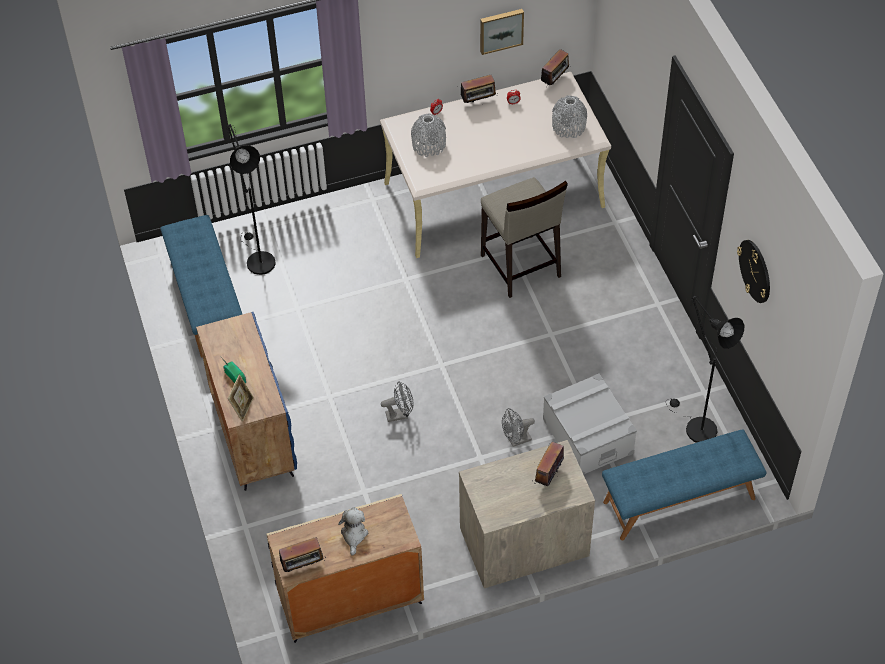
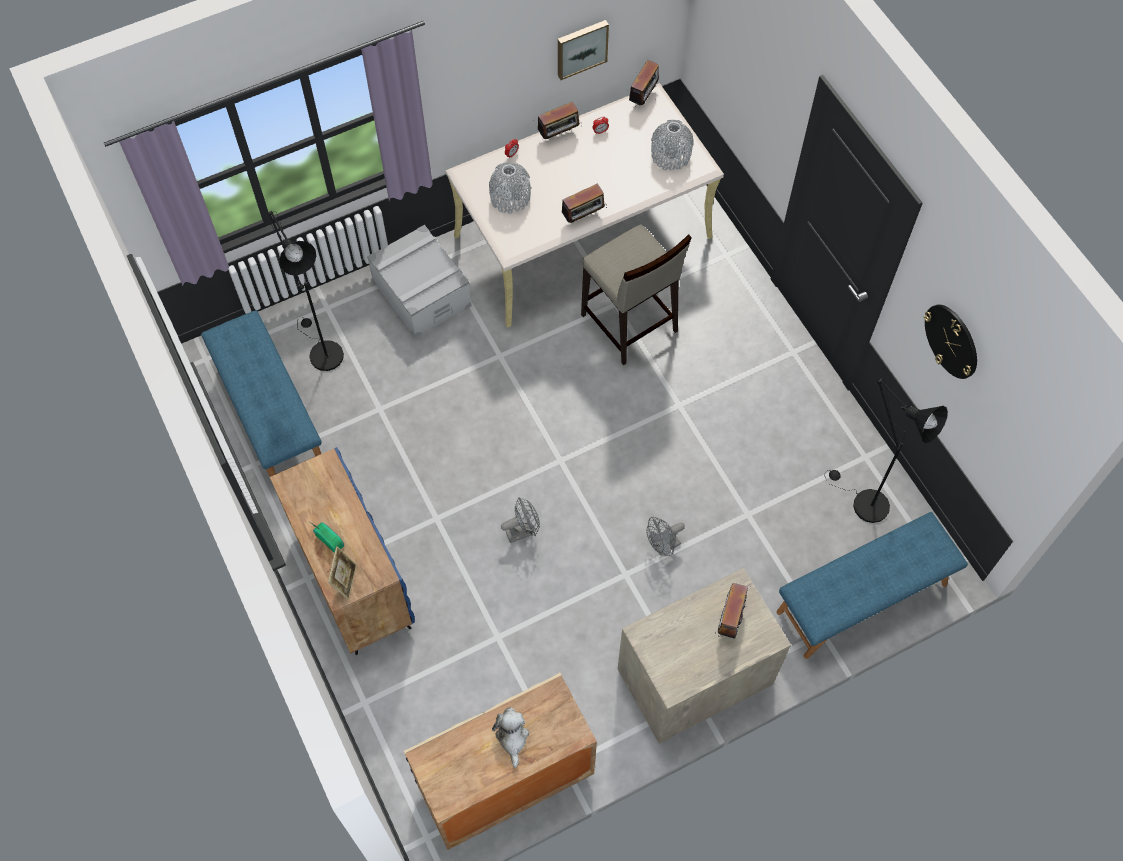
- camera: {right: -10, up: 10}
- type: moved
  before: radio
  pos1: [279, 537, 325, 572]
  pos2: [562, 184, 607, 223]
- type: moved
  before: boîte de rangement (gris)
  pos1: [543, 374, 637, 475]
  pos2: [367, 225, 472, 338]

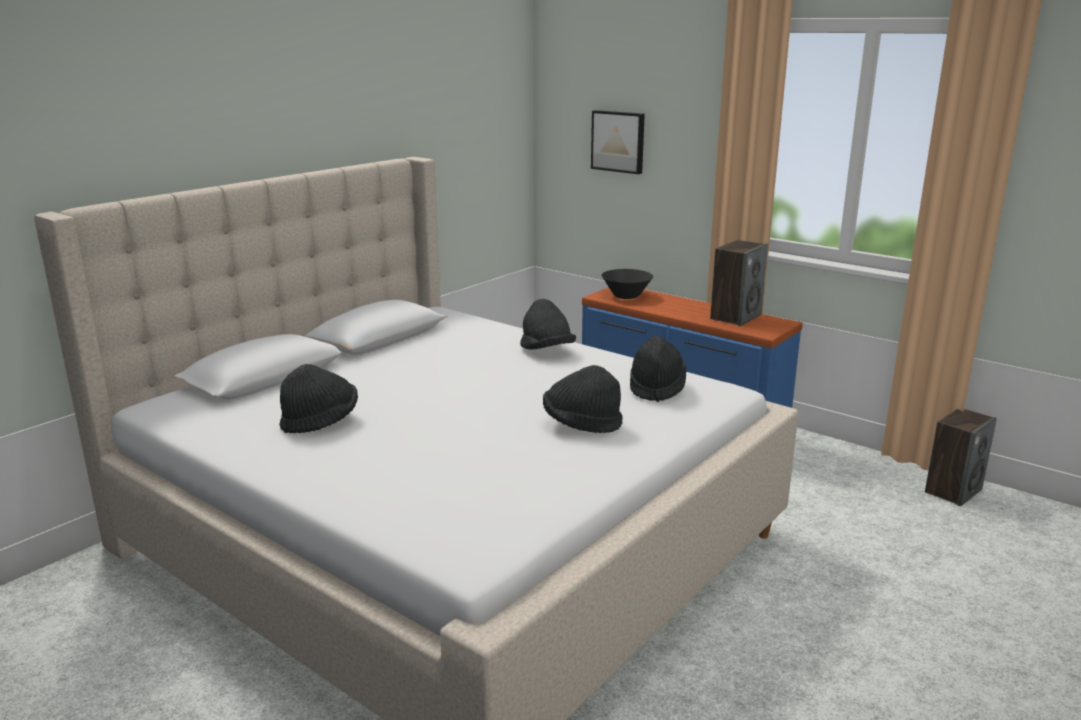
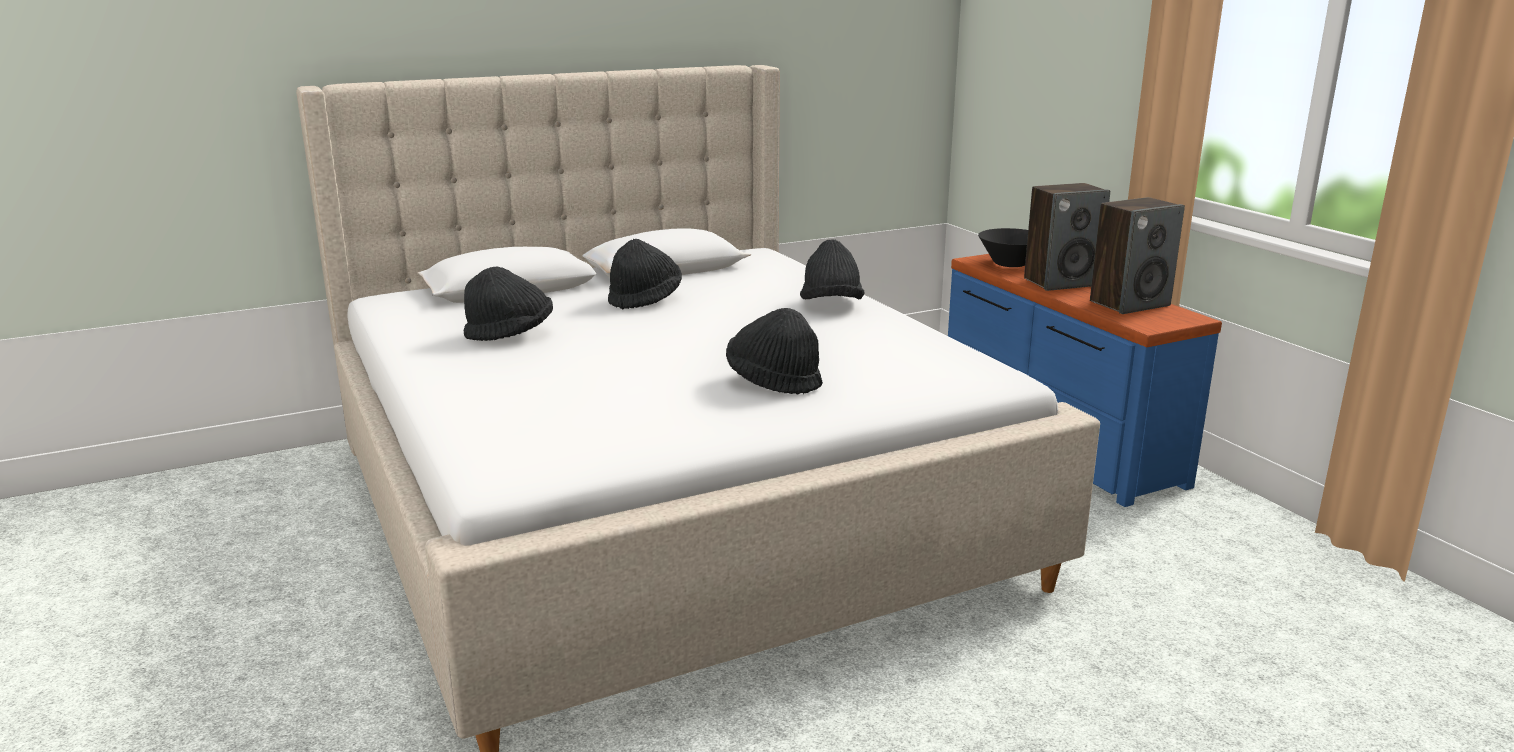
- camera: {right: 25, up: 0}
- type: removed
  before: tableau
  pos1: [591, 110, 645, 174]
- type: moved
  before: chapeau (noir)
  pos1: [630, 336, 686, 402]
  pos2: [608, 239, 682, 310]
- type: moved
  before: enceinte
  pos1: [925, 409, 997, 506]
  pos2: [1024, 183, 1110, 291]

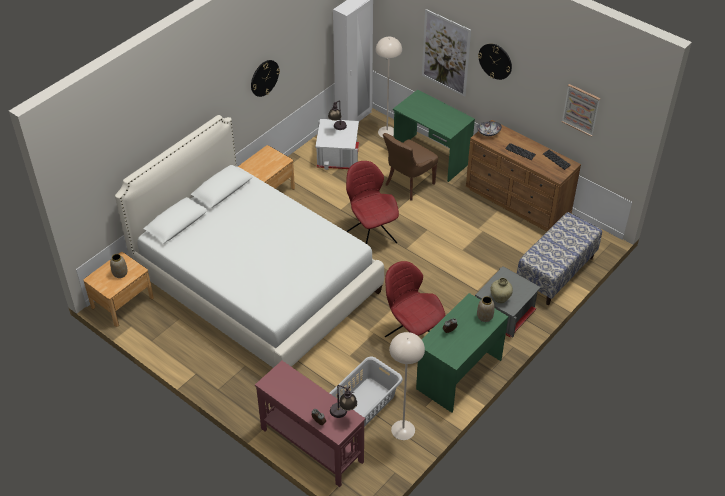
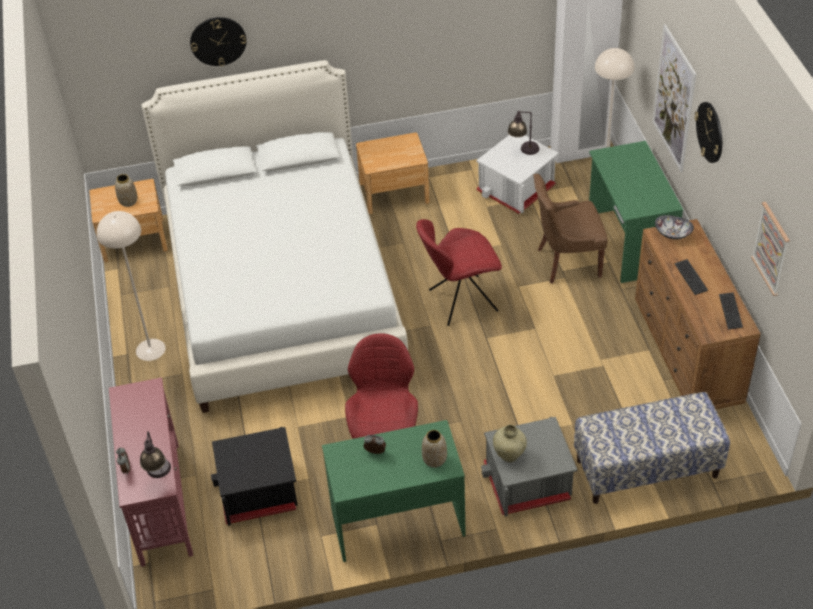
- camera: {right: 40, up: 0}
- type: moved
  before: horloge murale
  pos1: [251, 60, 280, 97]
  pos2: [190, 17, 247, 66]
- type: replaced
  before: panier à linge (gris)
  after: boîte de rangement (noir)
  pos1: [330, 357, 403, 427]
  pos2: [211, 427, 298, 526]
- type: turned
  before: chaise (rouge)
  pos1: [346, 161, 399, 244]
  pos2: [416, 219, 502, 326]
  turn: -120
- type: moved
  before: lampadaire (beige)
  pos1: [389, 332, 425, 440]
  pos2: [97, 211, 166, 361]

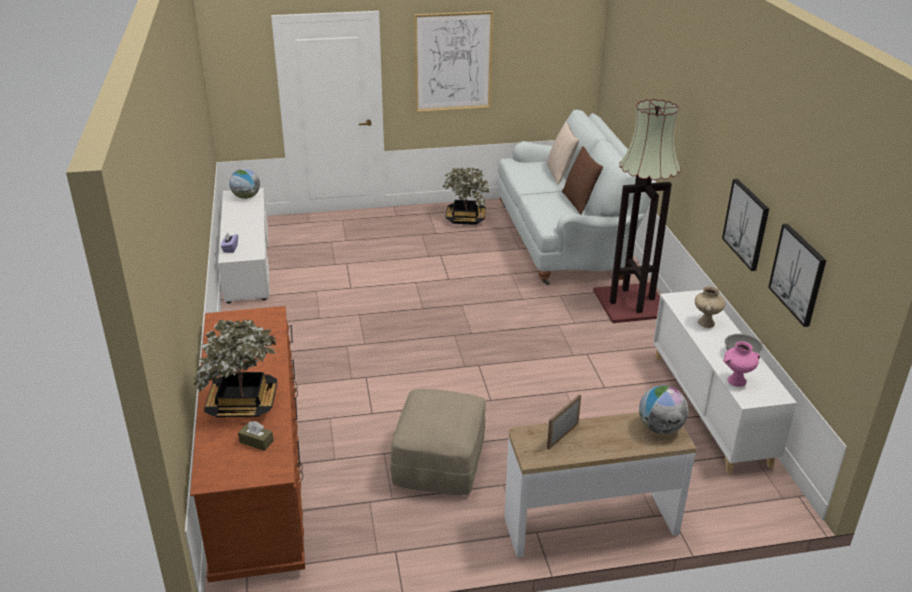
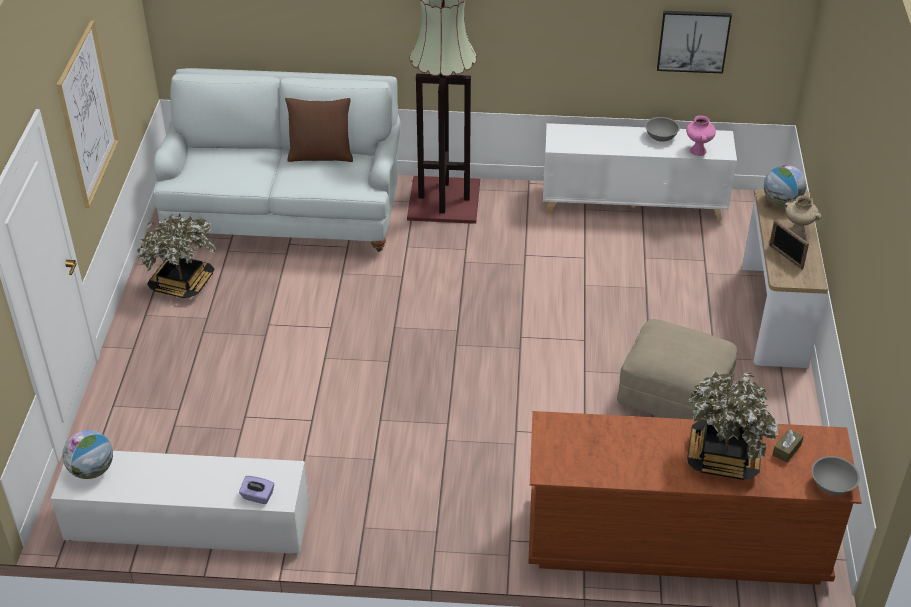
- camera: {right: -75, up: 10}
- type: removed
  before: coussin (beige)
  pos1: [547, 121, 579, 185]
- type: moved
  before: vase (beige)
  pos1: [695, 286, 725, 328]
  pos2: [784, 196, 822, 238]
- type: removed
  before: tableau
  pos1: [722, 179, 769, 271]
- type: added
  after: bol (gris)
  pos2: [811, 456, 860, 495]

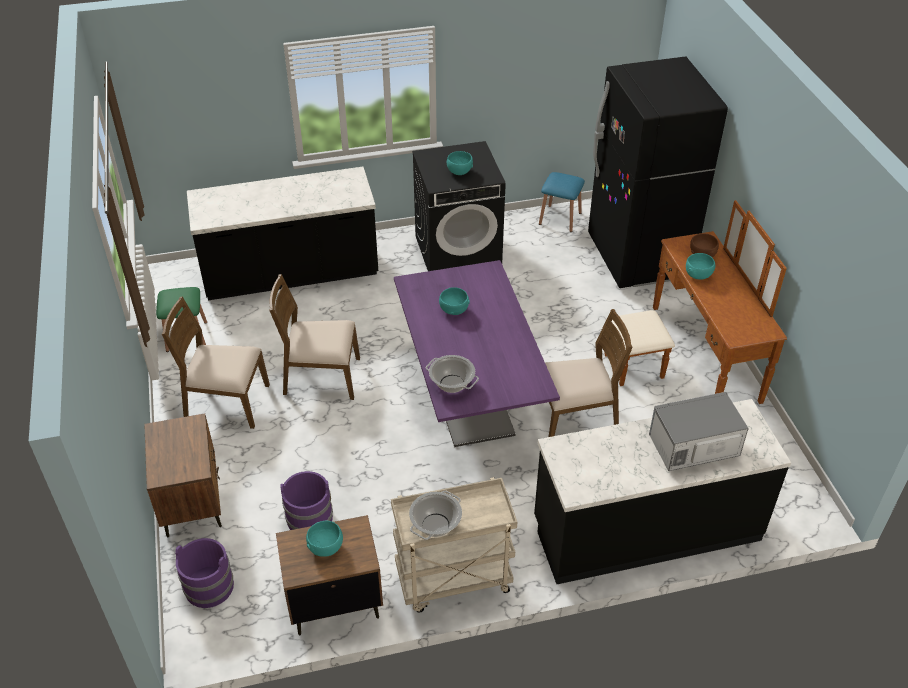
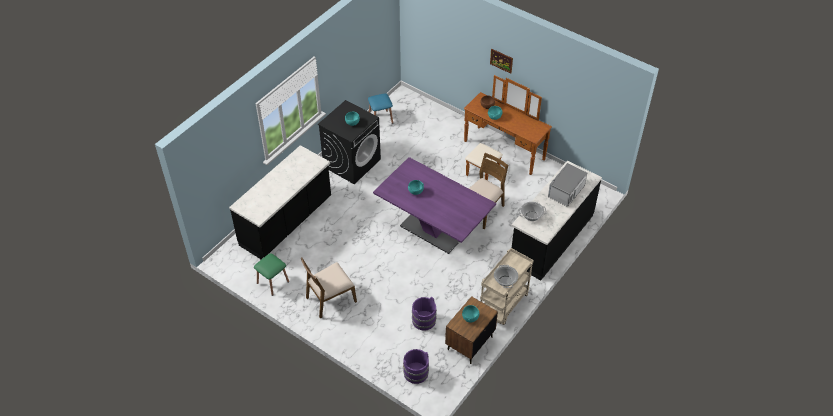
- camera: {right: -40, up: 5}
- type: removed
  before: table de chevet (marron)
  pos1: [144, 413, 222, 537]
- type: removed
  before: chaise (marron)
  pos1: [269, 274, 360, 400]
- type: moved
  before: marmite
  pos1: [426, 355, 479, 393]
  pos2: [518, 202, 547, 221]
- type: removed
  before: réfrigérateur (noir)
  pos1: [588, 56, 728, 288]
- type: added
  after: tableau
  pos2: [490, 49, 513, 74]

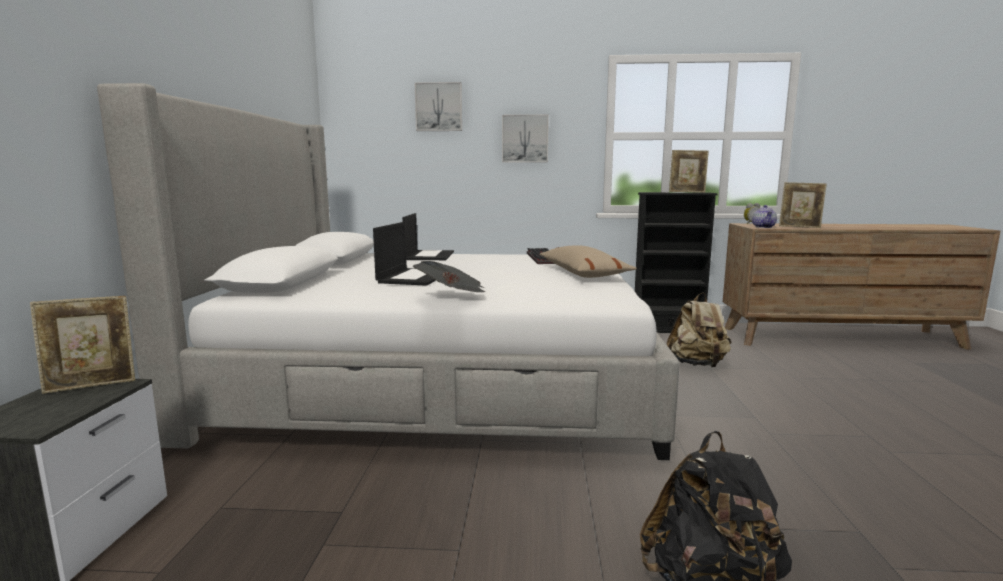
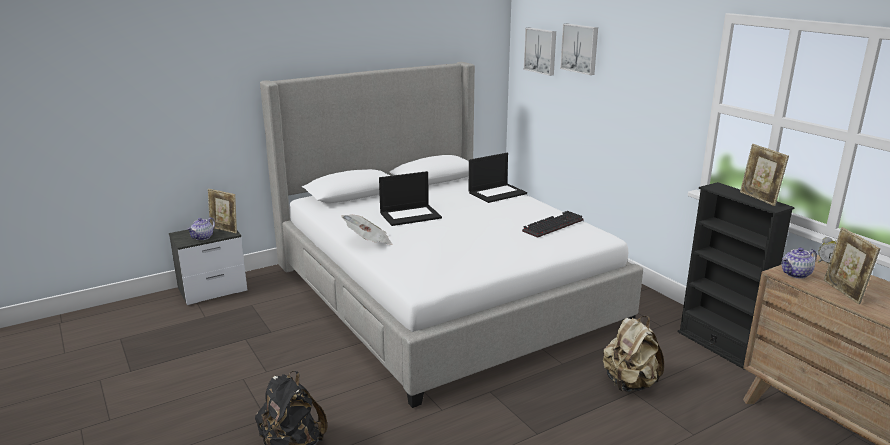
- camera: {right: 55, up: 10}
- type: moved
  before: tableau
  pos1: [502, 114, 549, 163]
  pos2: [524, 27, 556, 76]
- type: removed
  before: coussin (beige)
  pos1: [540, 245, 637, 278]
- type: added
  after: théière
  pos2: [187, 217, 215, 240]

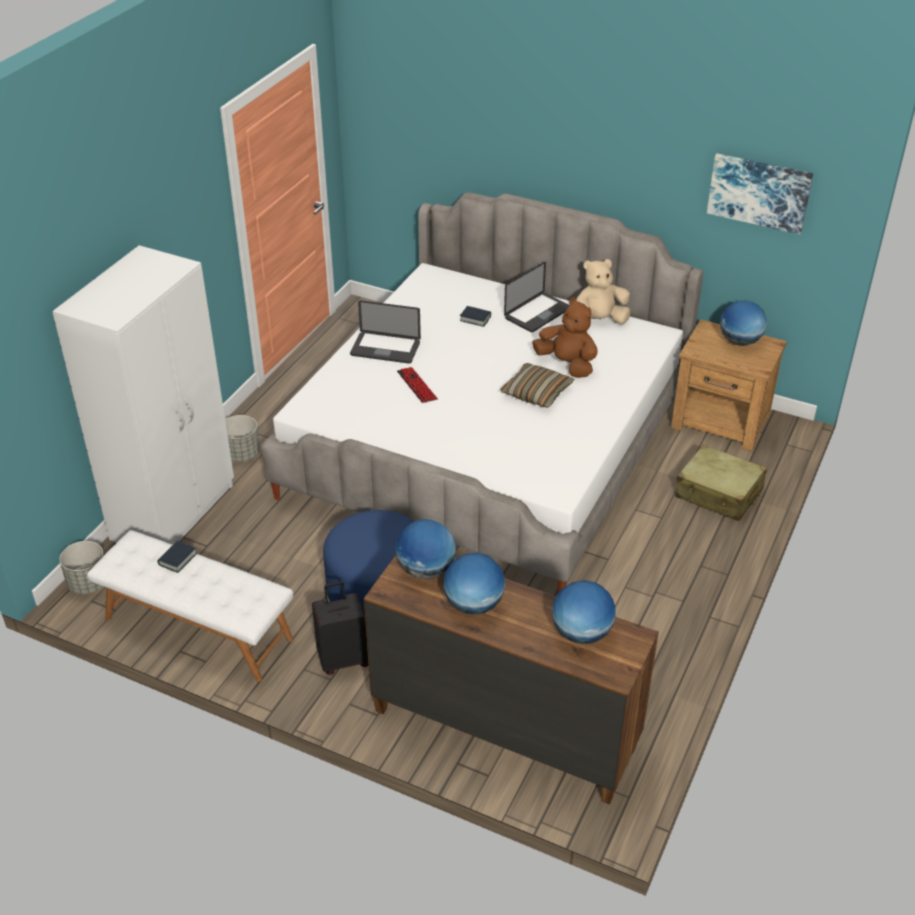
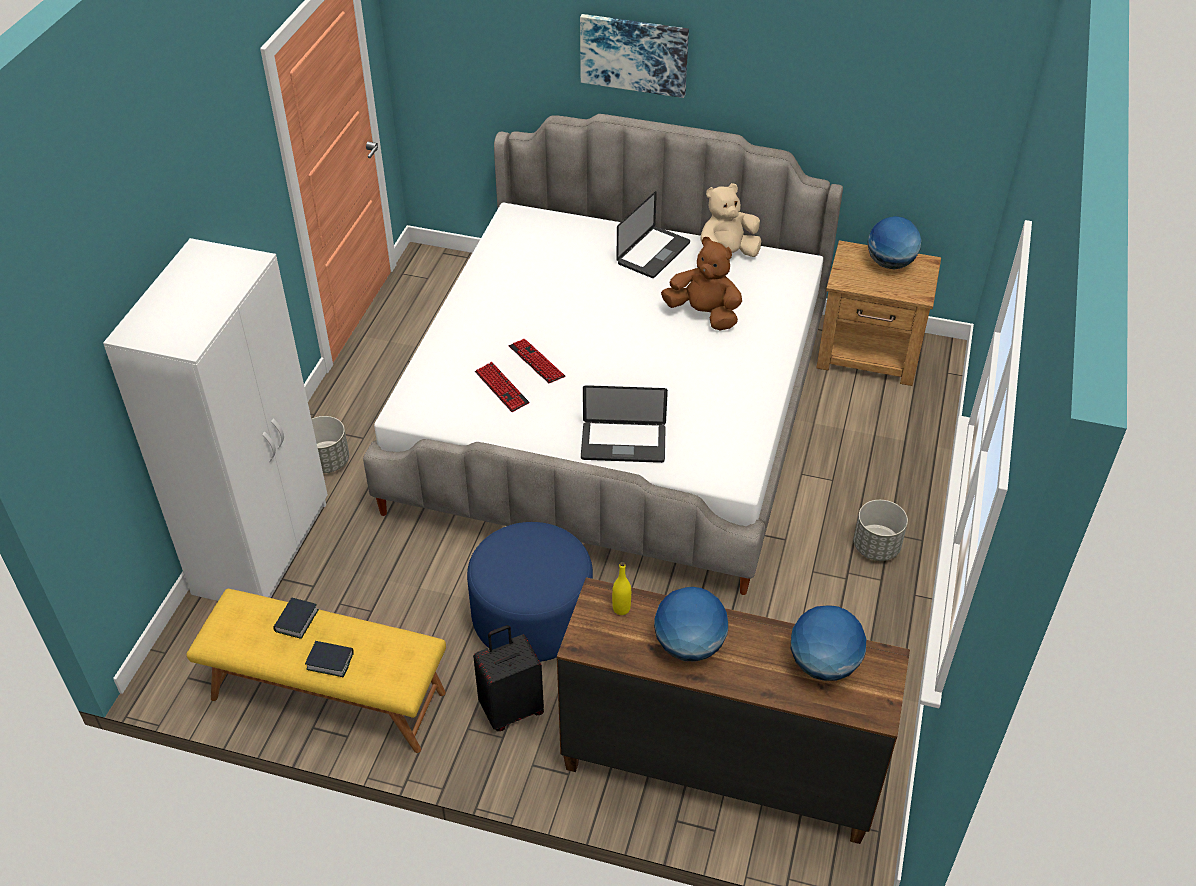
- camera: {right: -10, up: 5}
- type: moved
  before: cache-pot (gris)
  pos1: [60, 541, 104, 594]
  pos2: [854, 500, 908, 561]
- type: recoloured
  before: banc (blanc)
  after: banc (jaune)
  pos1: [87, 530, 293, 682]
  pos2: [187, 589, 446, 753]
- type: moved
  before: ordinateur portable
  pos1: [350, 300, 421, 364]
  pos2: [581, 385, 668, 463]
- type: replaced
  before: globe
  after: bouteille (jaune)
  pos1: [396, 519, 456, 579]
  pos2: [612, 562, 631, 615]
- type: moved
  before: livre
  pos1: [460, 306, 491, 327]
  pos2: [305, 641, 354, 677]
- type: removed
  before: coussin
  pos1: [500, 363, 574, 408]
- type: removed
  before: valise (beige)
  pos1: [675, 445, 767, 521]
- type: moved
  before: tableau
  pos1: [707, 153, 813, 234]
  pos2: [580, 14, 689, 98]
- type: added
  after: clavier
  pos2: [475, 362, 529, 412]

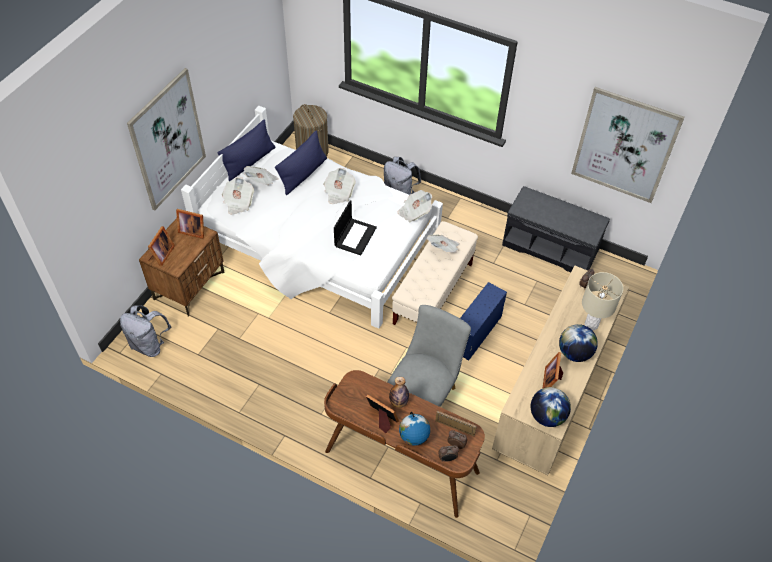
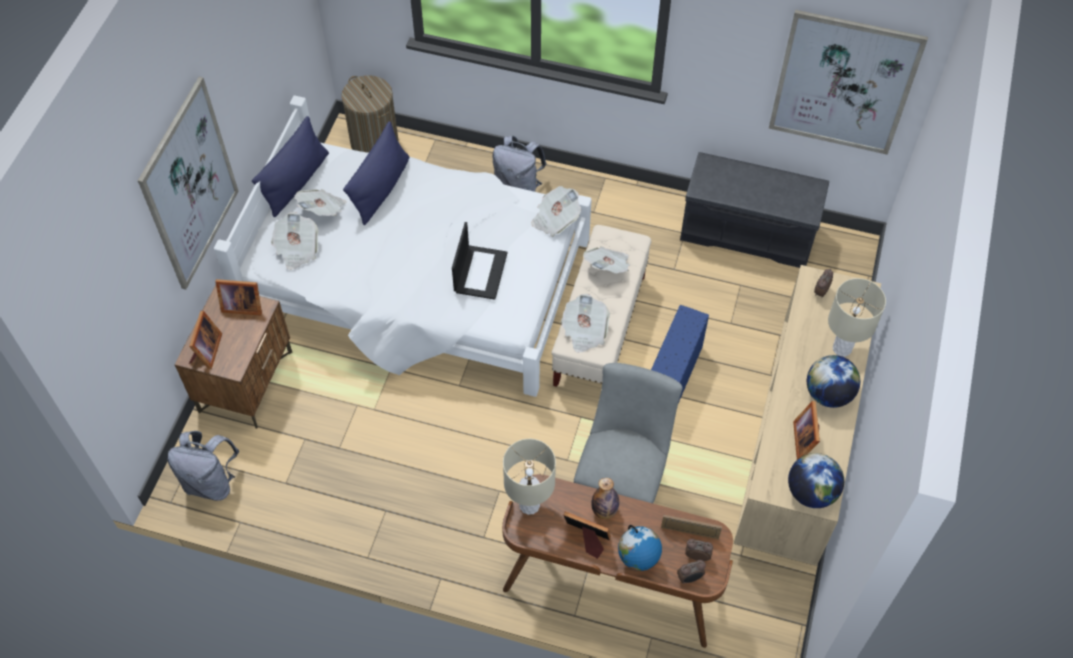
- camera: {right: -10, up: 5}
- type: moved
  before: journal
  pos1: [324, 168, 356, 204]
  pos2: [561, 294, 610, 353]
- type: added
  after: lampe de table (beige)
  pos2: [503, 439, 556, 515]

